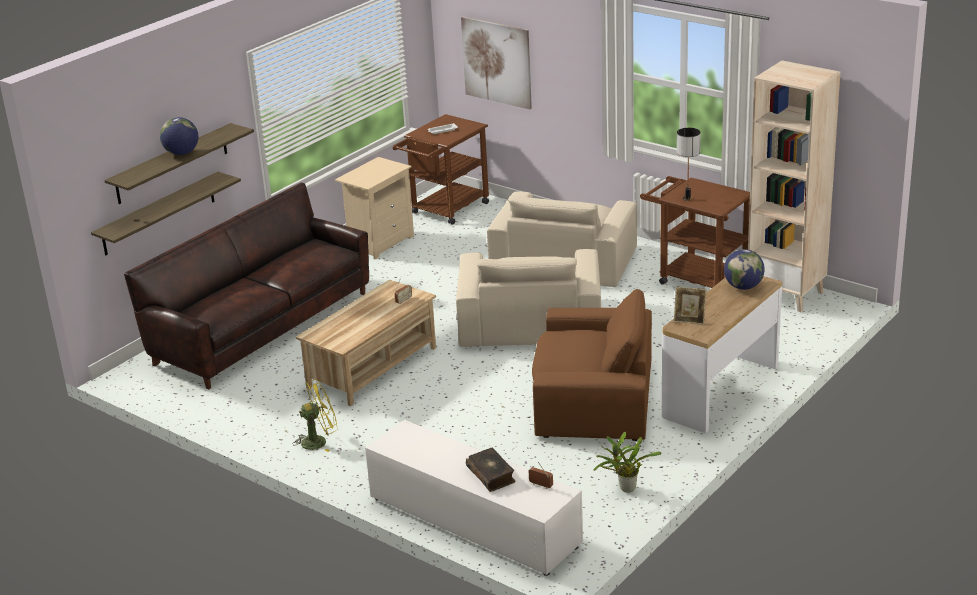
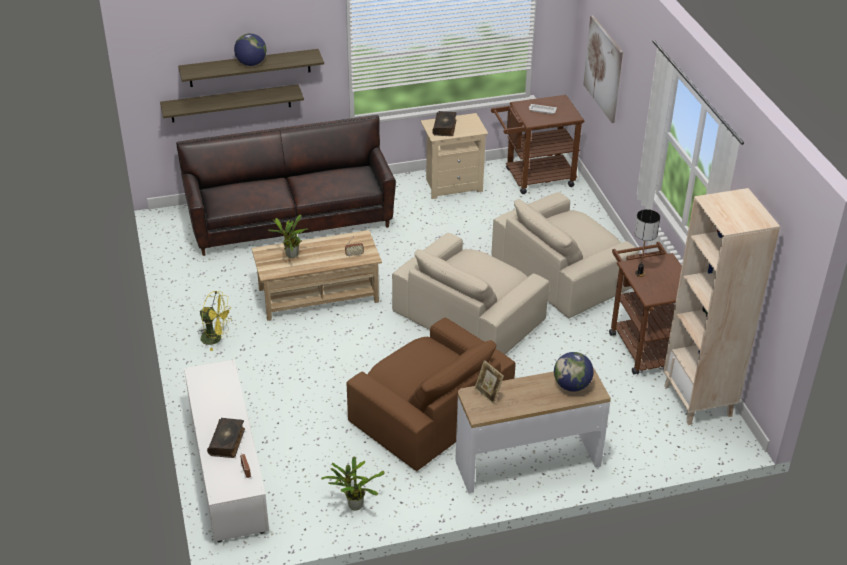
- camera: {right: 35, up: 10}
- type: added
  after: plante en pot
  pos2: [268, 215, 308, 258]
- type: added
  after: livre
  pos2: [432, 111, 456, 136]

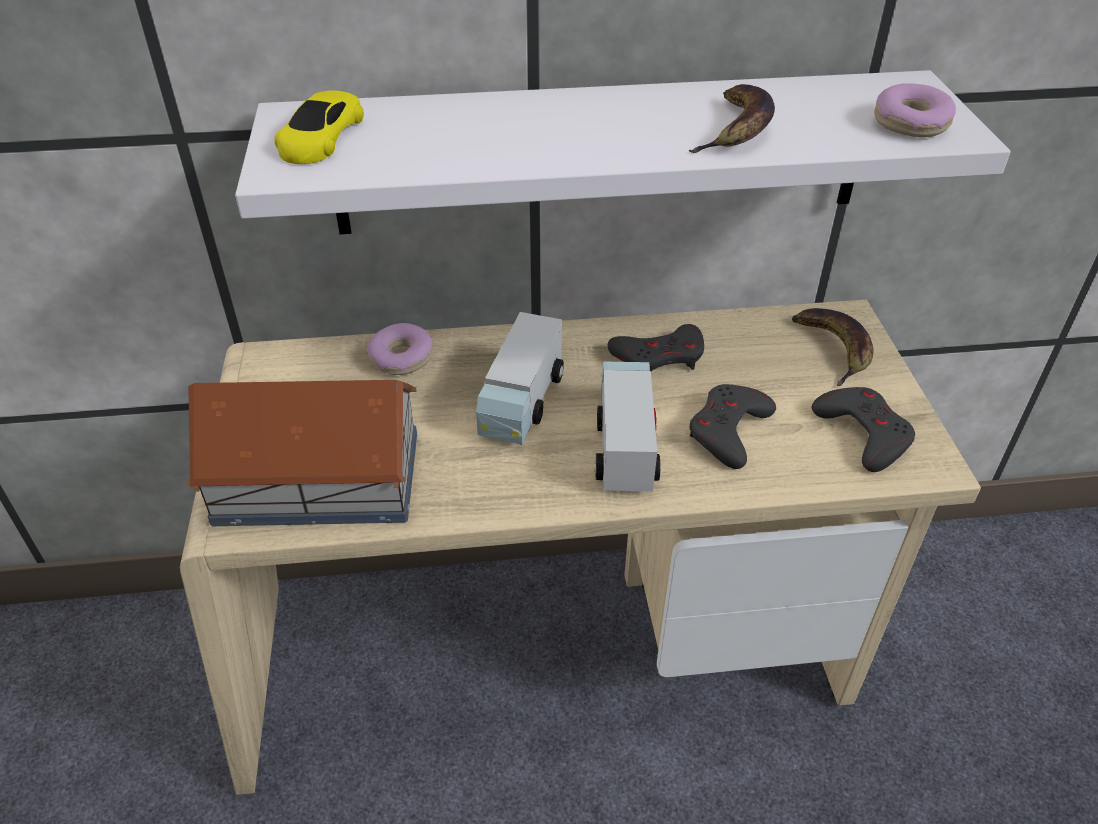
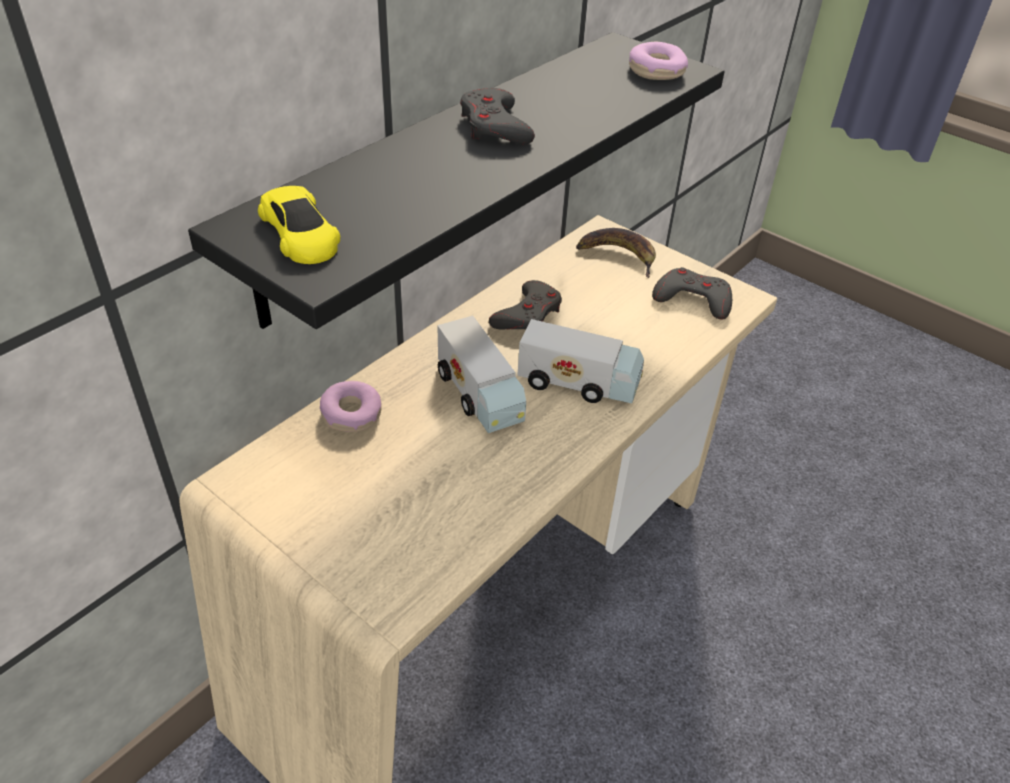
- camera: {right: -45, up: 0}
- type: removed
  before: maison miniature
  pos1: [186, 380, 417, 526]
- type: recoloured
  before: étagère (blanc)
  after: étagère (noir)
  pos1: [235, 70, 1011, 234]
  pos2: [188, 32, 725, 329]
- type: turned
  before: camion jouet
  pos1: [595, 362, 661, 491]
  pos2: [517, 319, 644, 403]
  turn: 150
- type: removed
  before: banane
  pos1: [688, 84, 775, 153]
- type: moved
  before: manette (gris)
  pos1: [690, 384, 776, 469]
  pos2: [460, 88, 535, 145]

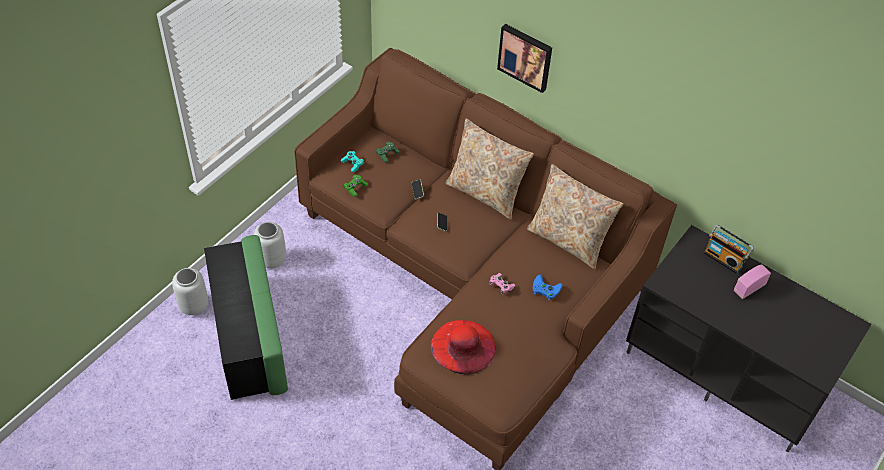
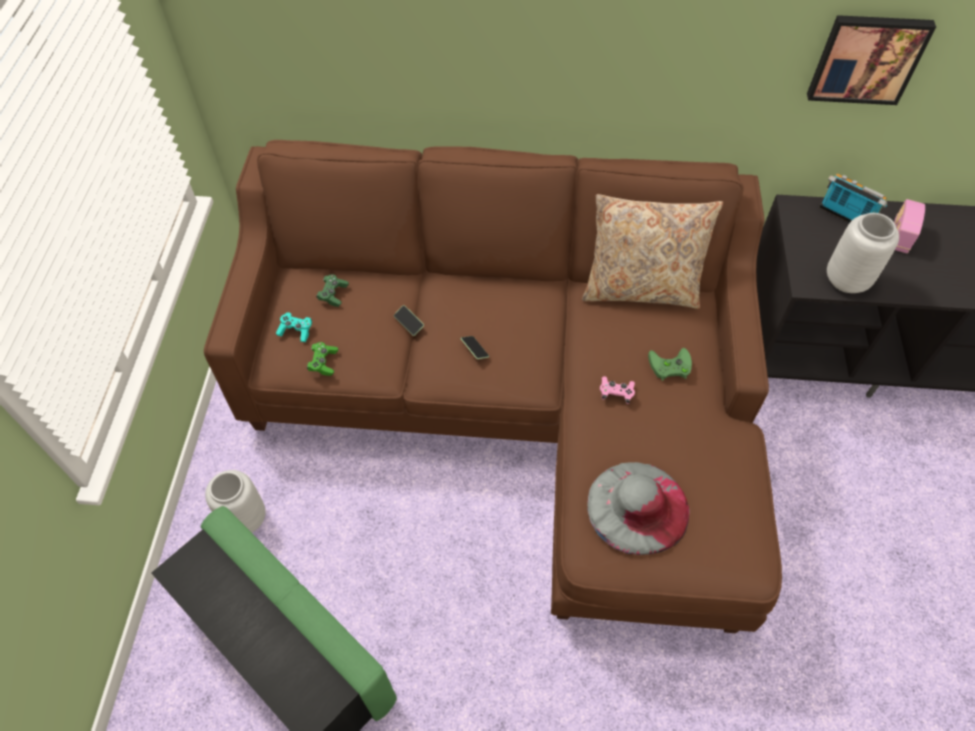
- camera: {right: -30, up: 5}
- type: moved
  before: vase (gris)
  pos1: [172, 268, 208, 315]
  pos2: [827, 213, 899, 293]
- type: recoloured
  before: chapeau (rouge)
  after: chapeau (gris)
  pos1: [431, 320, 496, 375]
  pos2: [587, 462, 690, 555]
- type: removed
  before: coussin (beige)
  pos1: [446, 119, 534, 220]
- type: moved
  before: tableau
  pos1: [497, 24, 552, 93]
  pos2: [807, 15, 936, 105]
- type: recoloured
  before: manette (bleu)
  after: manette (vert)
  pos1: [533, 275, 562, 300]
  pos2: [648, 348, 692, 381]
- type: turned
  before: radio
  pos1: [704, 225, 754, 274]
  pos2: [819, 173, 887, 222]
  turn: -150

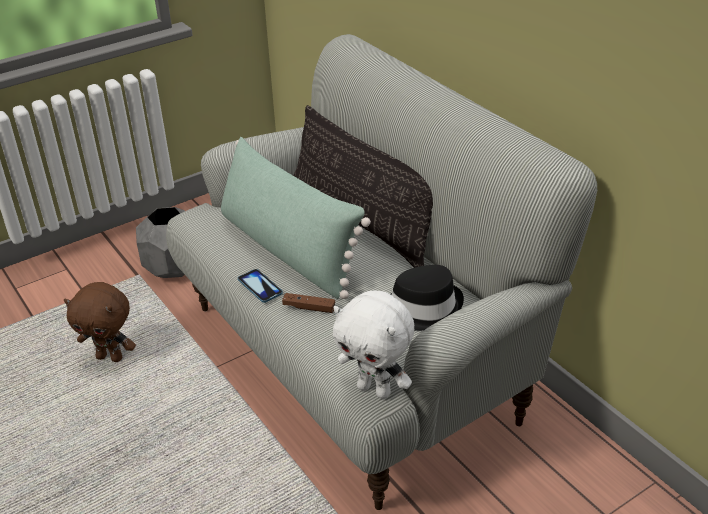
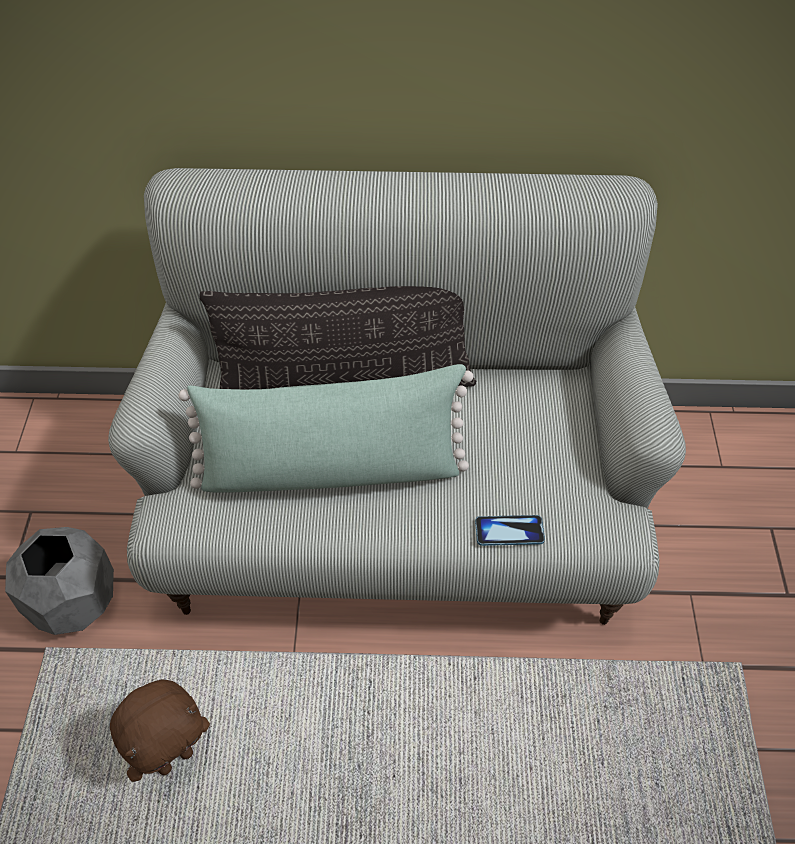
- camera: {right: -55, up: 15}
- type: moved
  before: téléphone
  pos1: [238, 269, 283, 303]
  pos2: [475, 515, 545, 546]
- type: removed
  before: manette (marron)
  pos1: [282, 293, 335, 313]
- type: removed
  before: peluche (blanc)
  pos1: [333, 291, 414, 399]
- type: removed
  before: chapeau (noir)
  pos1: [390, 265, 464, 331]

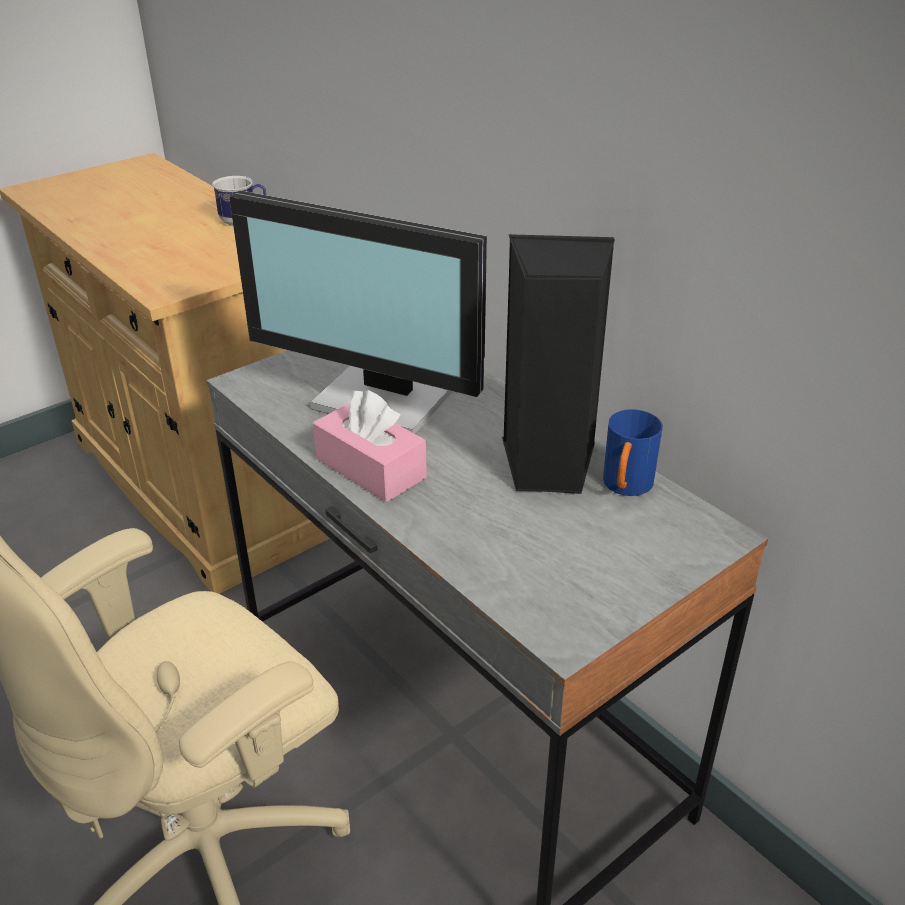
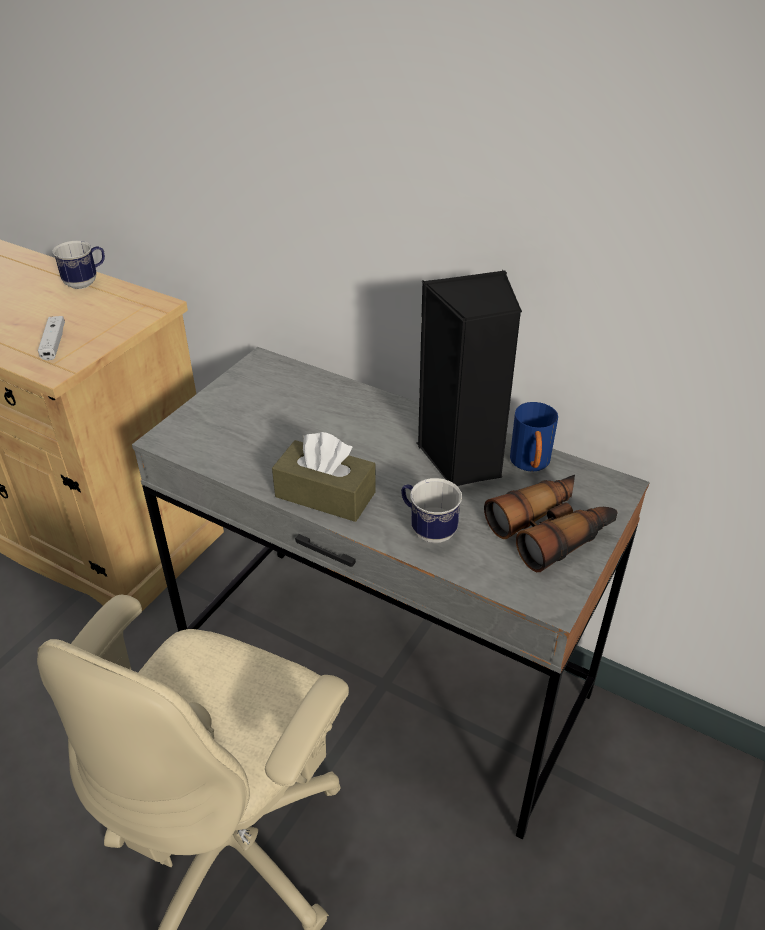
- camera: {right: -20, up: 5}
- type: removed
  before: écran d'ordinateur
  pos1: [229, 191, 487, 434]
- type: recoloured
  before: boîte à mouchoirs (rose)
  after: boîte à mouchoirs (marron)
  pos1: [313, 390, 427, 502]
  pos2: [272, 432, 376, 522]
- type: added
  after: manette (blanc)
  pos2: [38, 316, 65, 360]
- type: added
  after: mug
  pos2: [401, 478, 462, 543]
- type: added
  after: jumelles
  pos2: [484, 475, 618, 572]

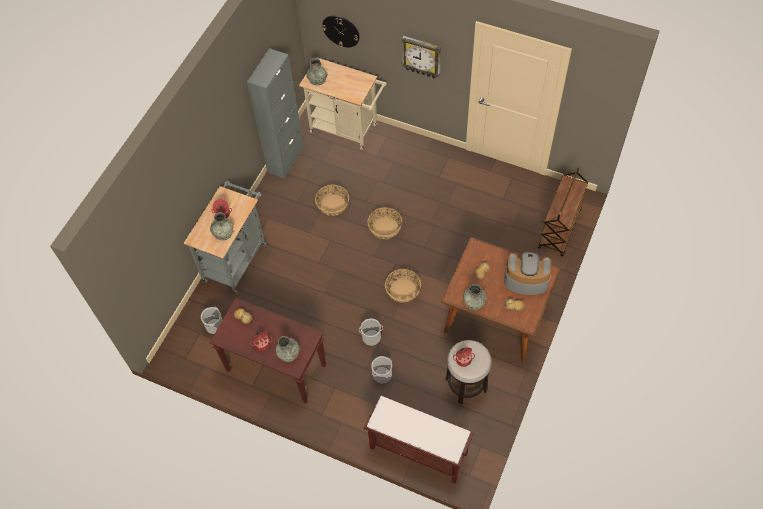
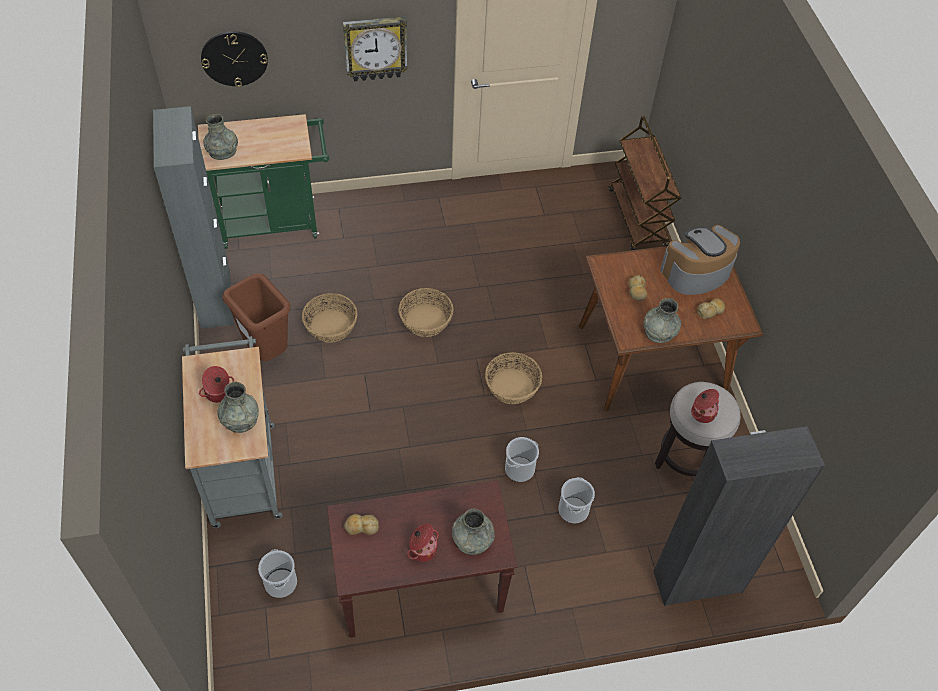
- camera: {right: -40, up: -5}
- type: recoloured
  before: chariot (beige)
  after: chariot (vert)
  pos1: [299, 57, 387, 150]
  pos2: [198, 114, 329, 249]
- type: replaced
  before: banc (marron)
  after: meuble de rangement (noir)
  pos1: [364, 395, 474, 483]
  pos2: [653, 426, 825, 606]
- type: added
  after: poubelle (marron)
  pos2: [222, 273, 291, 361]

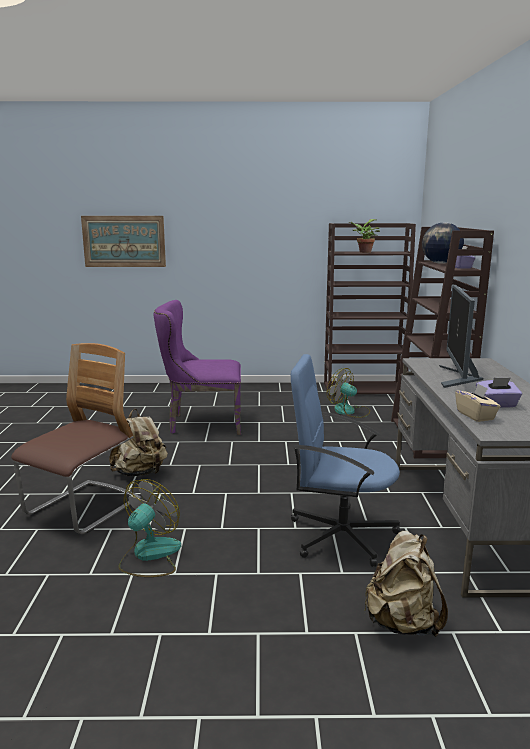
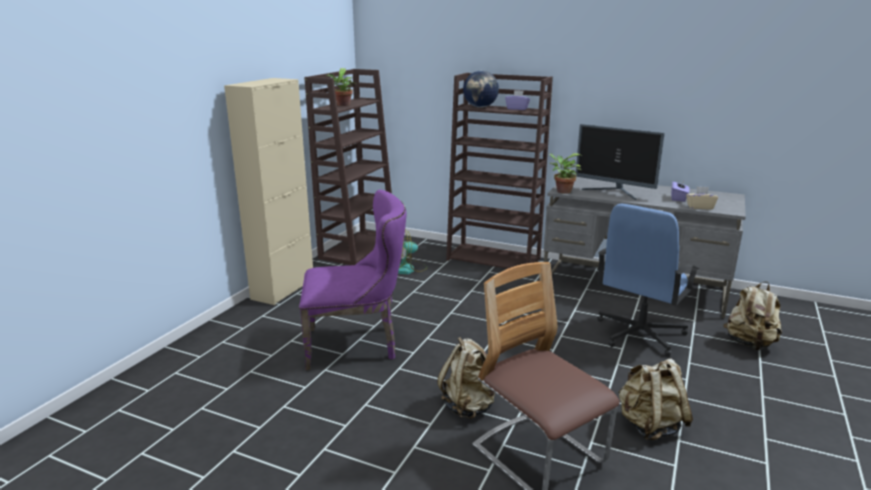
- camera: {right: -65, up: 5}
- type: removed
  before: tableau
  pos1: [81, 216, 166, 267]
- type: replaced
  before: ventilateur
  after: sac à dos (beige)
  pos1: [119, 479, 181, 577]
  pos2: [618, 358, 693, 440]
- type: turned
  before: chaise (violet)
  pos1: [154, 300, 241, 435]
  pos2: [299, 190, 406, 370]
  turn: -120
- type: added
  after: meuble de rangement (beige)
  pos2: [224, 78, 313, 305]
- type: added
  after: plante en pot
  pos2: [549, 153, 582, 194]

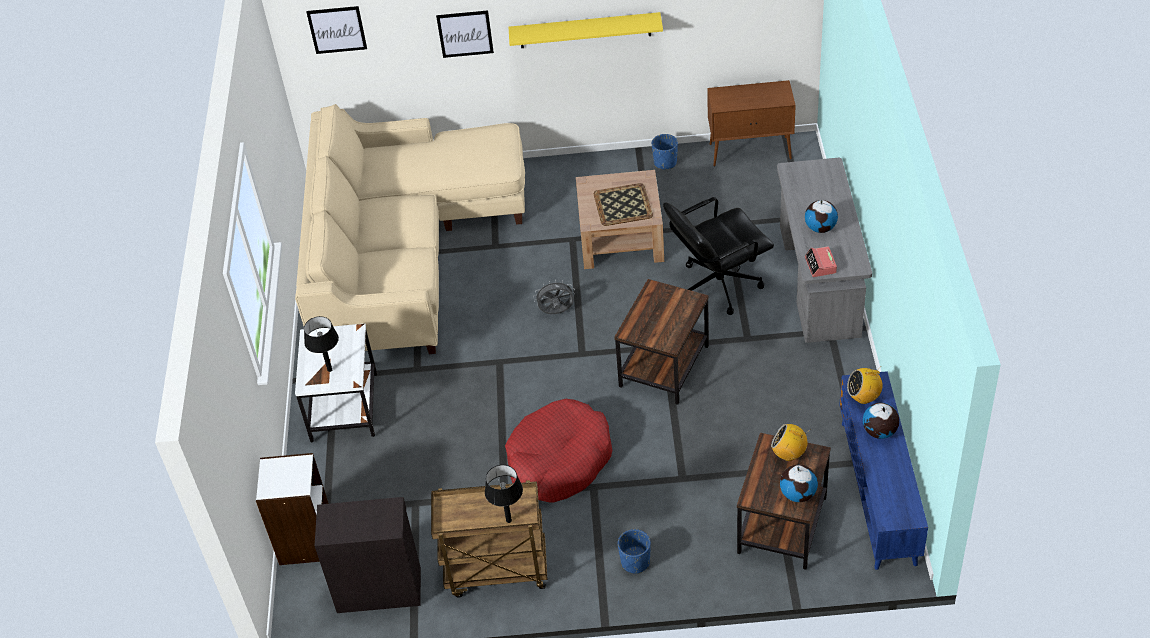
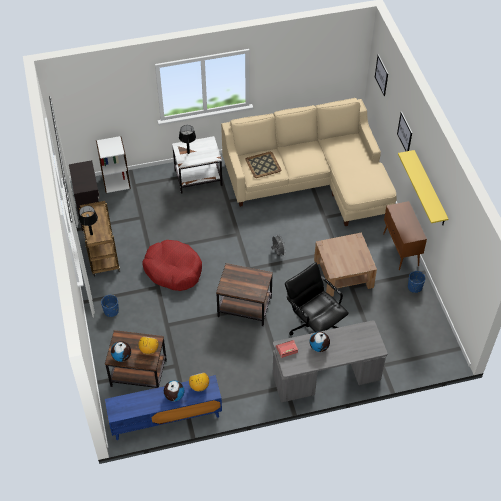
- camera: {right: 75, up: 5}
- type: moved
  before: plateau
  pos1: [594, 183, 653, 226]
  pos2: [245, 152, 281, 178]
- type: moved
  before: meuble de rangement (marron)
  pos1: [707, 80, 796, 167]
  pos2: [383, 201, 427, 270]

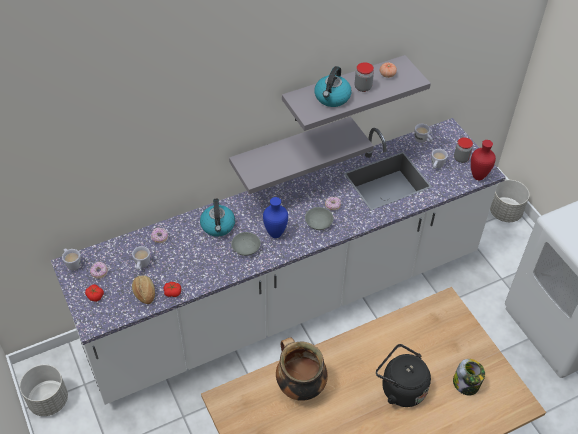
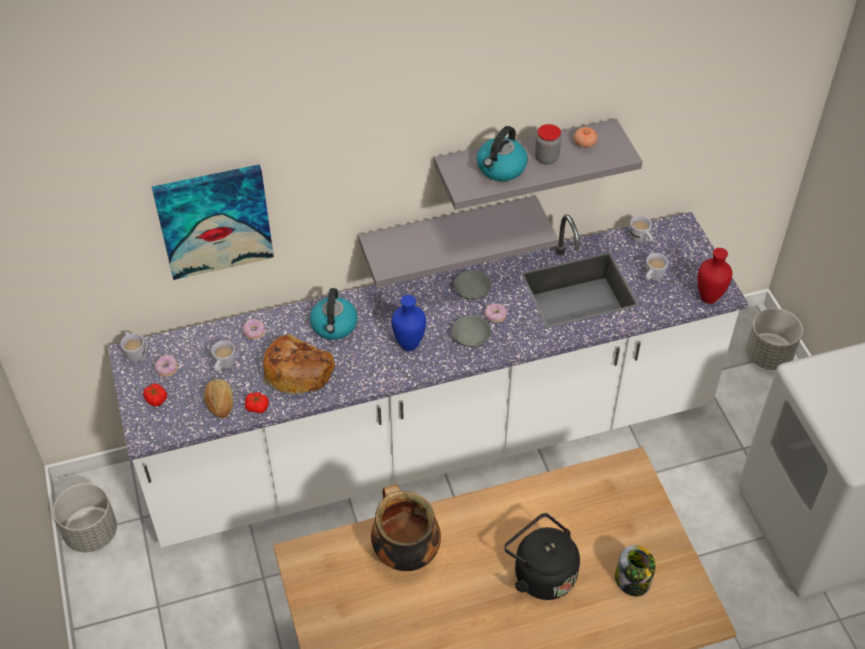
- camera: {right: 10, up: 0}
- type: moved
  before: bol (gris)
  pos1: [231, 232, 261, 256]
  pos2: [454, 270, 492, 300]
- type: removed
  before: bocal
  pos1: [454, 137, 473, 163]
- type: added
  after: tableau
  pos2: [152, 164, 274, 280]
- type: added
  after: pain
  pos2: [263, 334, 336, 395]

